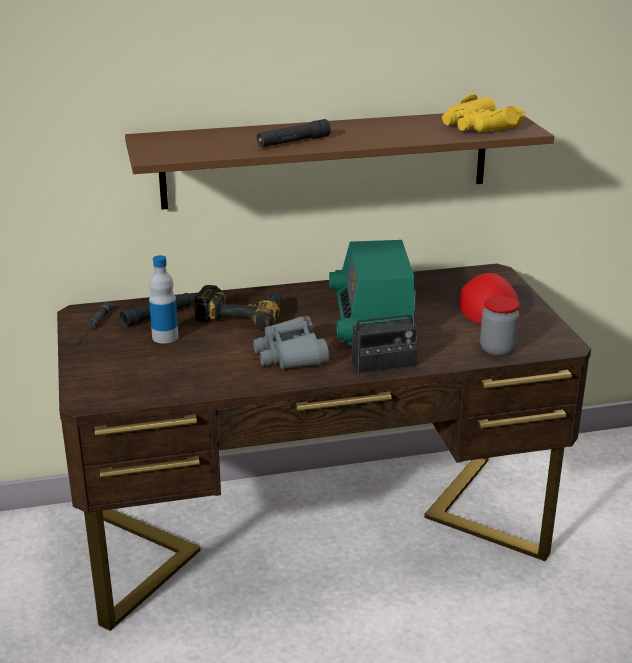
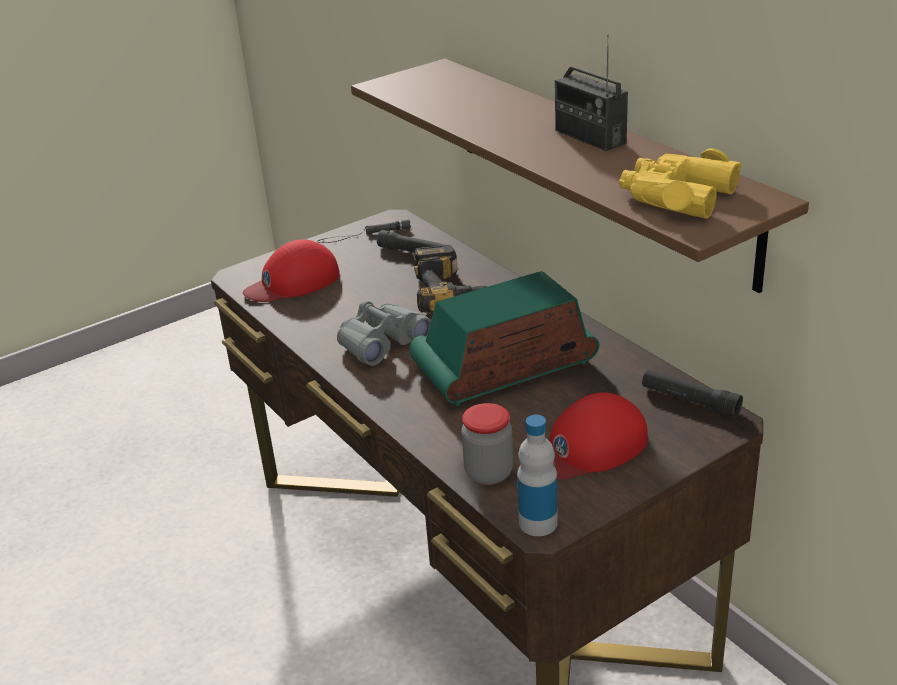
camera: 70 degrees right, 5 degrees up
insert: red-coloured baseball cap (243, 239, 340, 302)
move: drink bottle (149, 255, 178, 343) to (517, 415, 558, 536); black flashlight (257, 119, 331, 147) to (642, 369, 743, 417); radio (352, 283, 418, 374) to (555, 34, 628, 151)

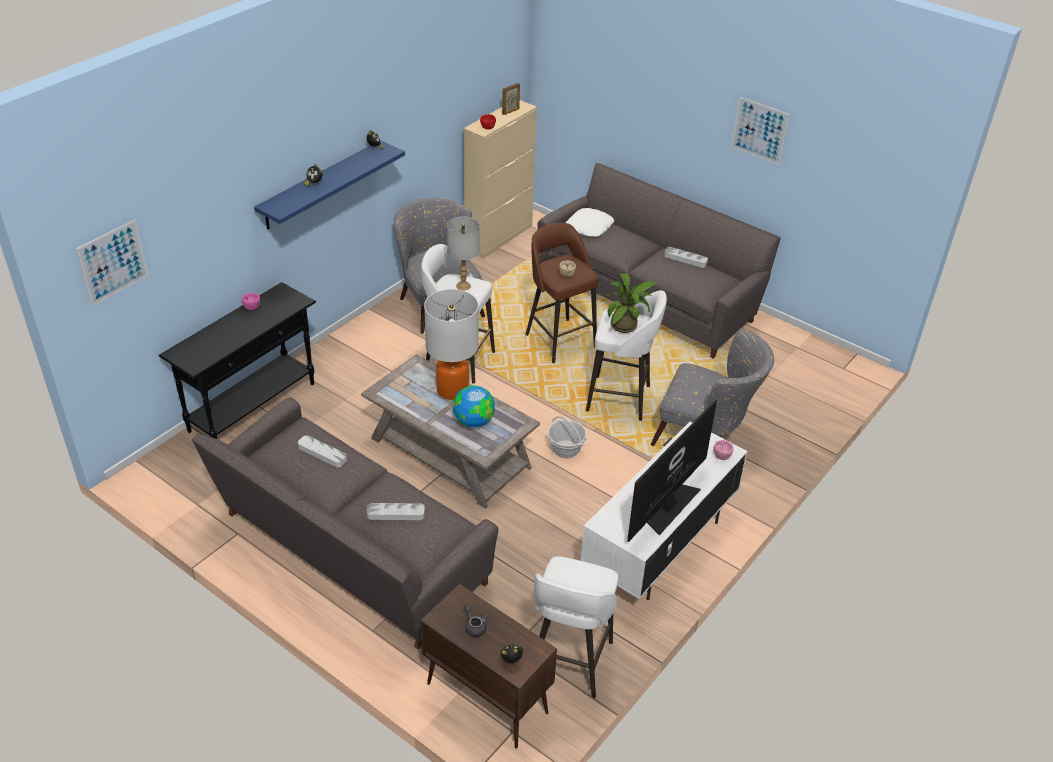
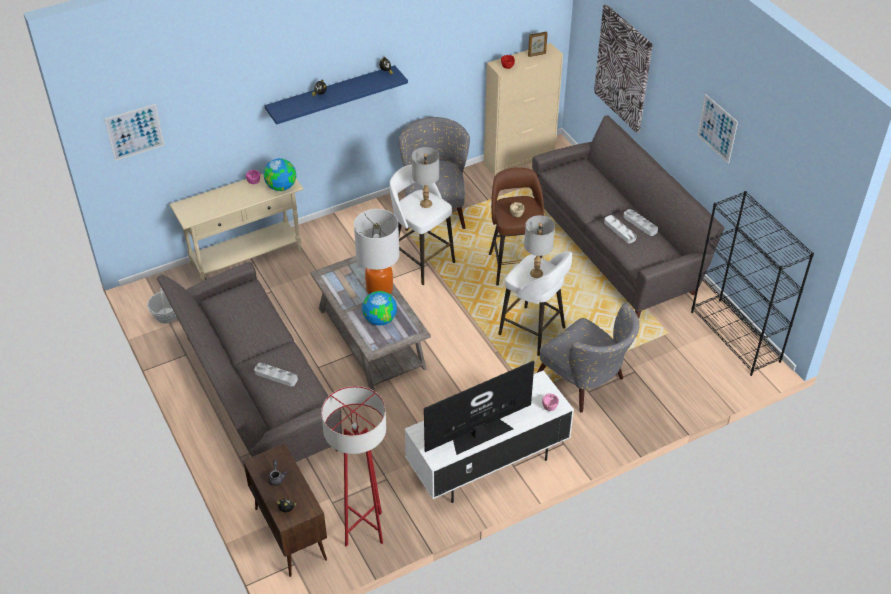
camera: 25 degrees right, 5 degrees up
delete: white-coloured throw pillow (566, 208, 614, 237)
insert: globe (263, 158, 296, 191); picture (594, 4, 653, 133); black bookcase (691, 191, 814, 376)
move: greyish serving tray (298, 435, 347, 468) to (604, 215, 637, 243); basket (547, 416, 587, 458) to (147, 288, 177, 323)
replace: white-coloured stool seat (534, 556, 618, 698) to red-coloured standing lamp (321, 386, 387, 546); potted plant (605, 273, 657, 333) to greyish table lamp (524, 215, 555, 278)
recolor: black console table (159, 282, 316, 439) to sand-coloured console table (169, 174, 303, 281)

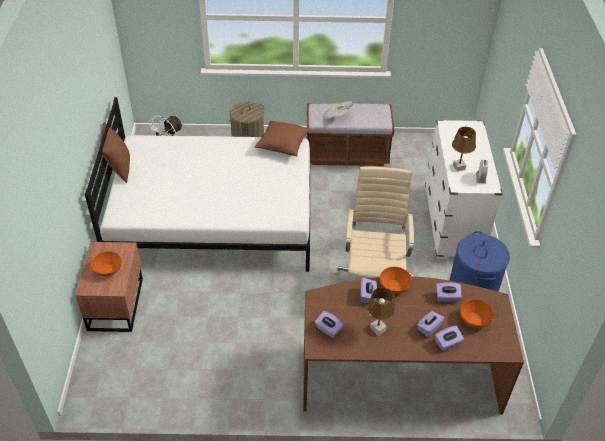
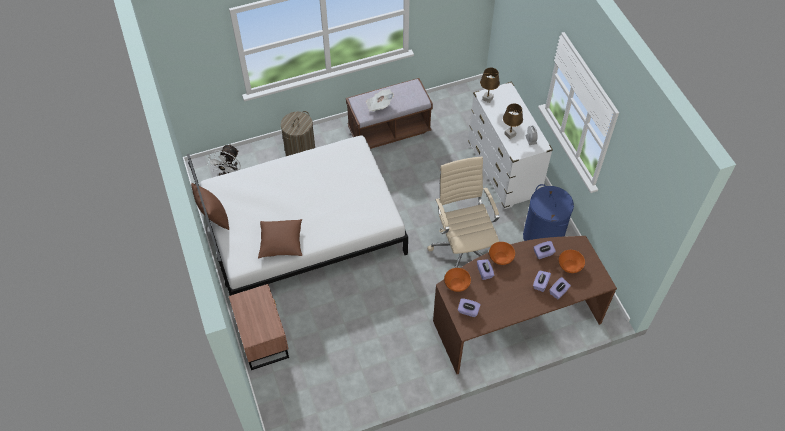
camera: 20 degrees left, 10 degrees up
move: orange bowl (91, 251, 121, 276) to (444, 268, 471, 292); brownish throw pillow (255, 121, 310, 156) to (258, 219, 302, 259); brownish table lamp (367, 287, 395, 336) to (480, 68, 500, 103)

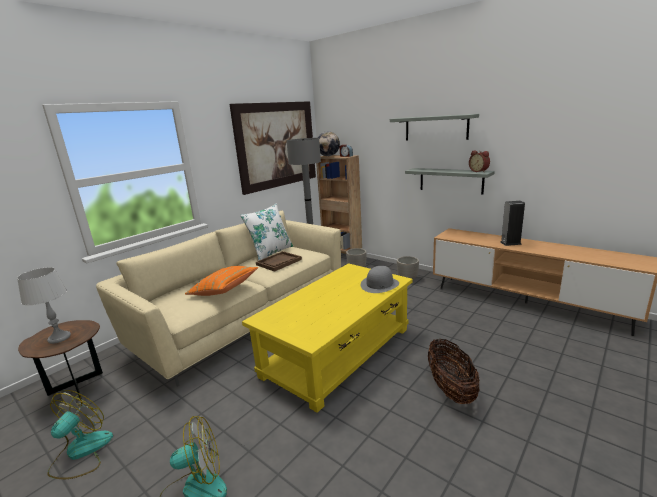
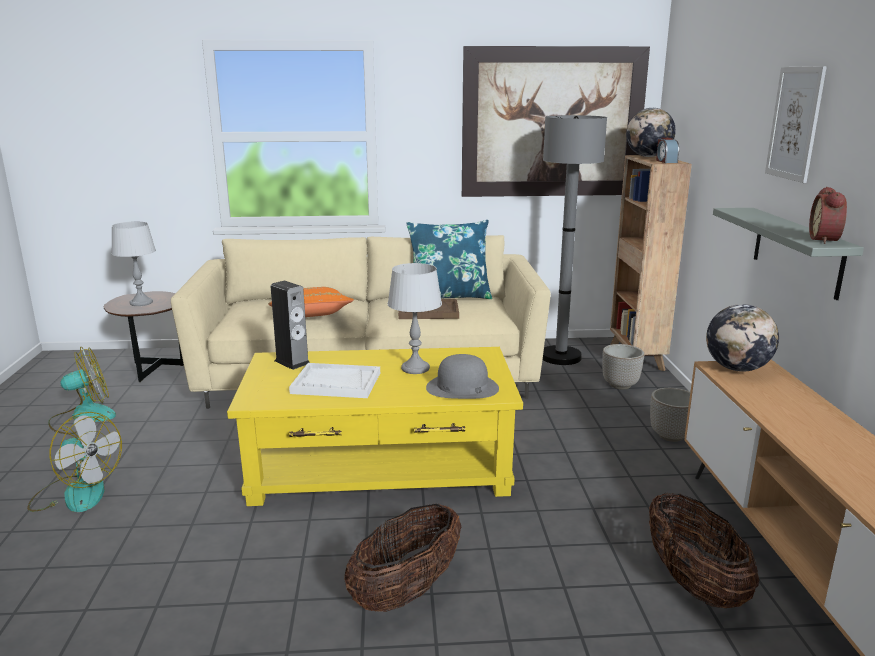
camera: 45 degrees right, 0 degrees up
insert: white-coloured serving tray (289, 363, 380, 398); greyish table lamp (388, 263, 442, 374); basket (649, 493, 759, 608); globe (706, 304, 779, 372)
move: loudspeaker (500, 201, 525, 246) to (271, 281, 310, 370)
replace: greyish wall shelf (390, 114, 479, 141) to picture (765, 66, 827, 183)
recolor: white-coloured throw pillow (240, 203, 293, 261) to blue-coloured throw pillow (407, 220, 492, 299)

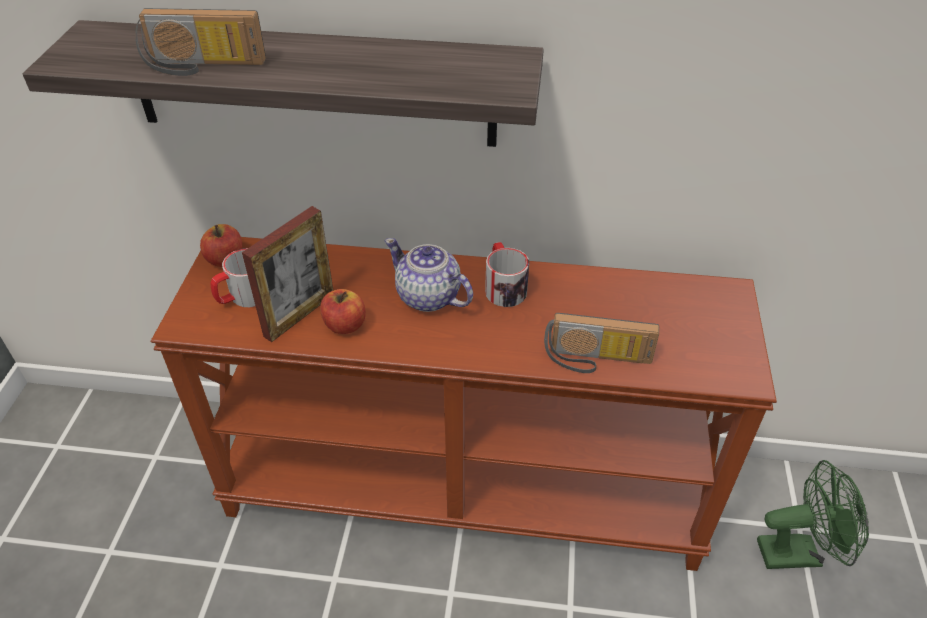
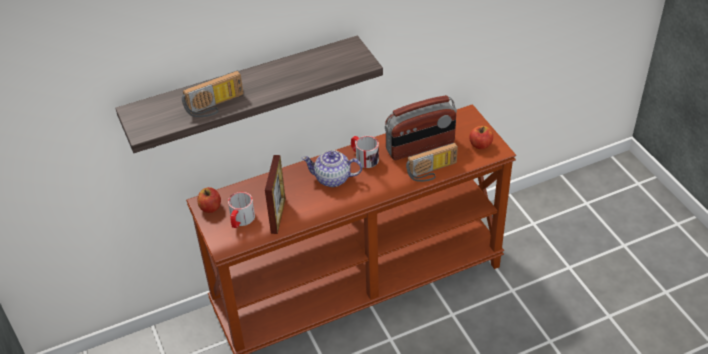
camera: 30 degrees left, 0 degrees up
delete: green-coloured electric fan (757, 460, 869, 569)
insert: radio (385, 95, 457, 160)
move: apple (320, 289, 366, 334) to (469, 126, 493, 149)

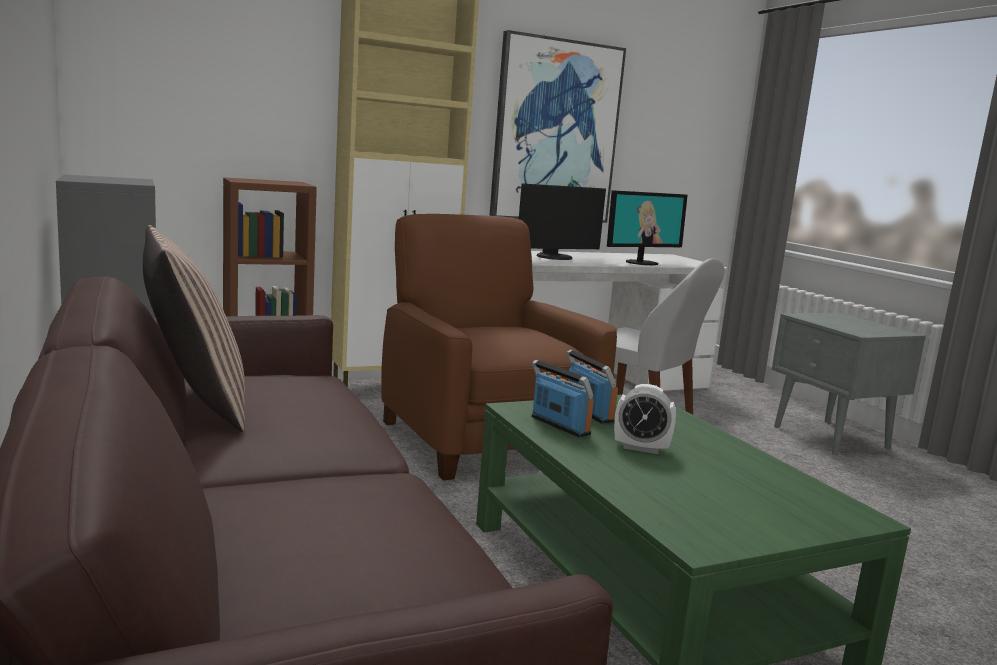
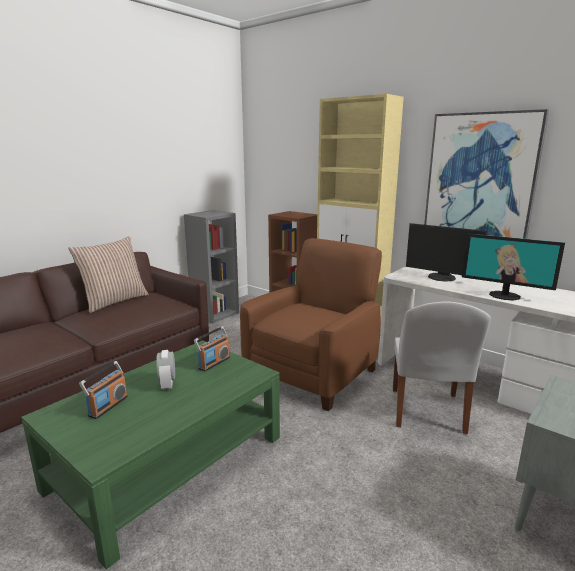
camera: 65 degrees right, 5 degrees up
move: radio (532, 359, 594, 438) to (79, 361, 128, 419)

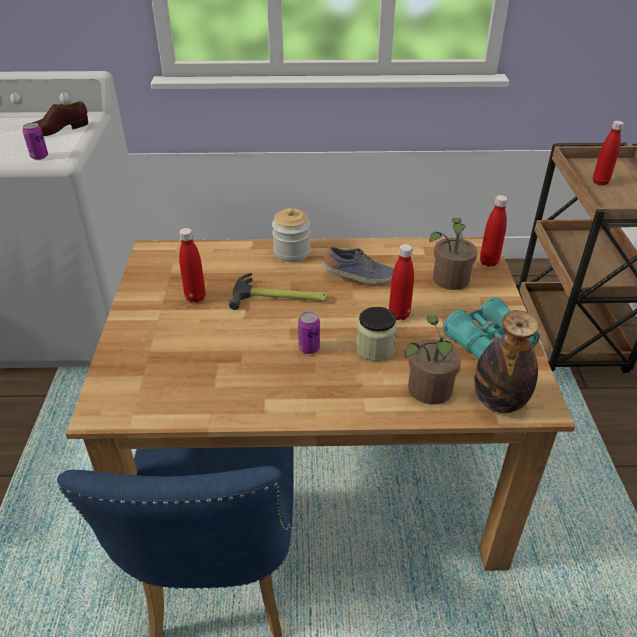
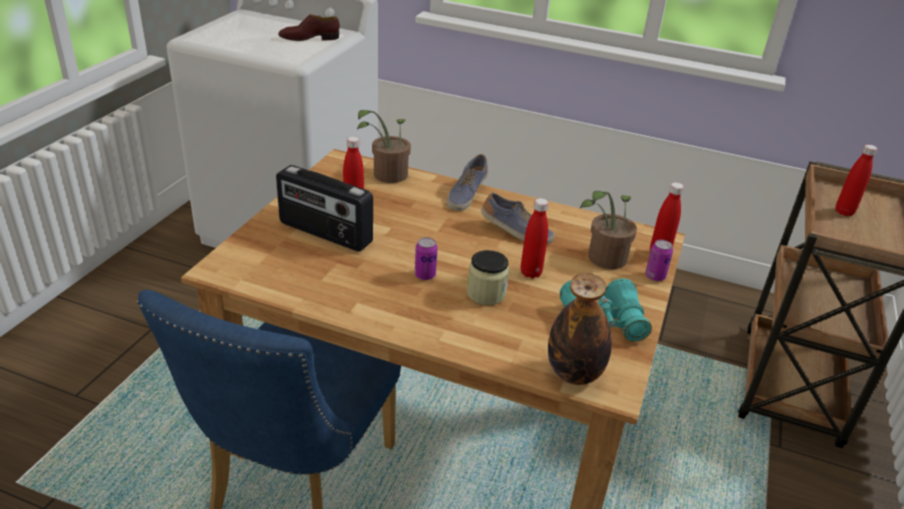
camera: 20 degrees right, 5 degrees down
delete: hand hammer (229, 273, 328, 310)
insert: radio (276, 165, 373, 252)
move: can (23, 123, 48, 160) to (645, 240, 673, 281); potted plant (405, 315, 462, 404) to (357, 110, 411, 183)
replace: storage jar (272, 208, 310, 262) to shoe (447, 154, 488, 211)

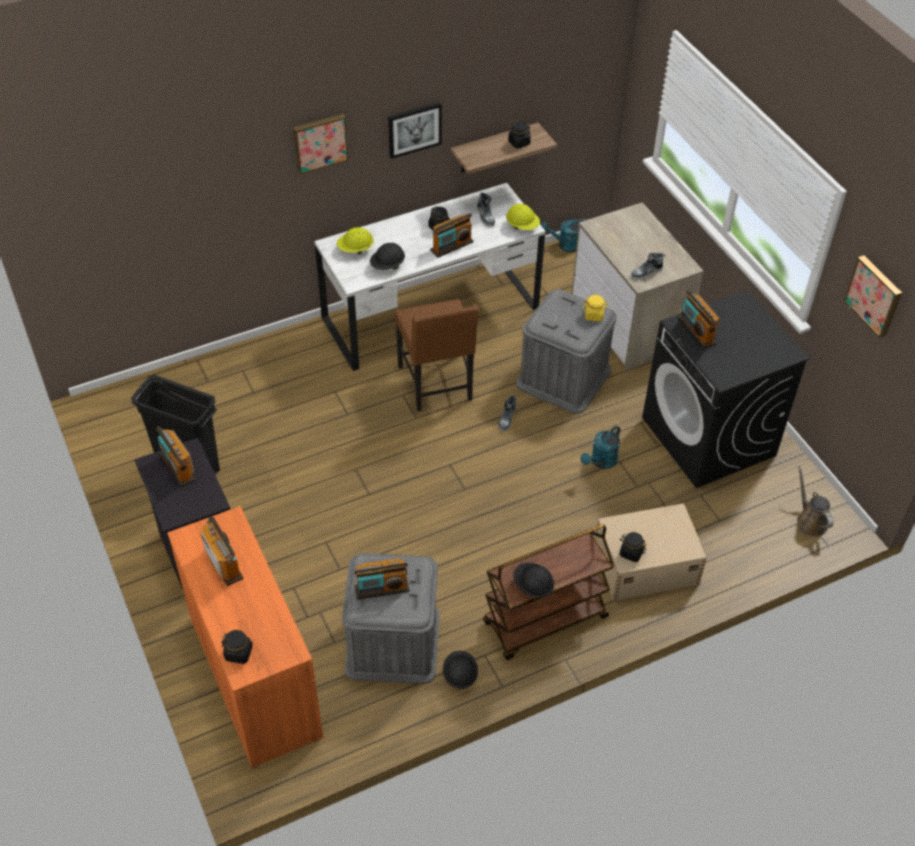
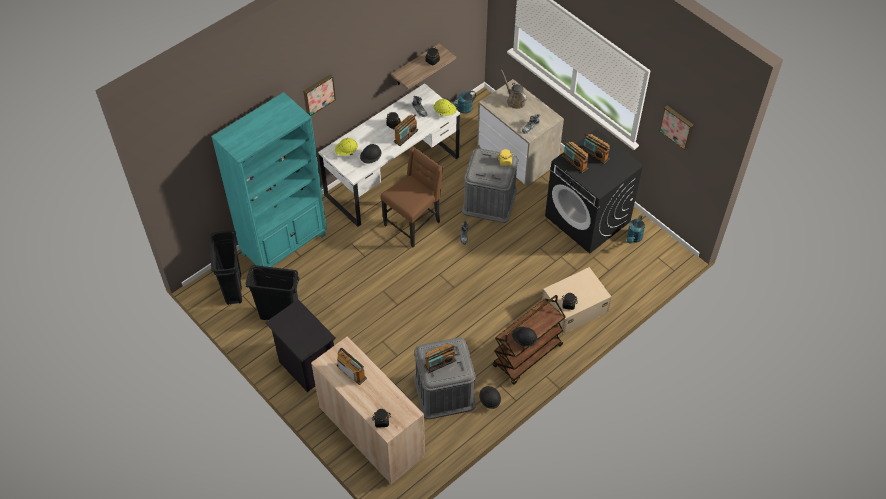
camera: 15 degrees left, 5 degrees up
delete: picture (388, 102, 442, 159)
insert: black waste bin (210, 230, 242, 305); turquoise bookcase (211, 92, 327, 267)
move: radio (156, 427, 196, 487) to (582, 134, 610, 164); turquoise watering pot (581, 426, 620, 469) to (627, 215, 645, 244); brownish watering pot (797, 465, 834, 537) to (501, 70, 527, 109)
recolor: orange cupboard (167, 506, 323, 768) to sand-coloured cupboard (311, 336, 425, 484)
rotate: brownish chair (395, 299, 479, 411) = (381, 147, 443, 247) 105 degrees counterclockwise

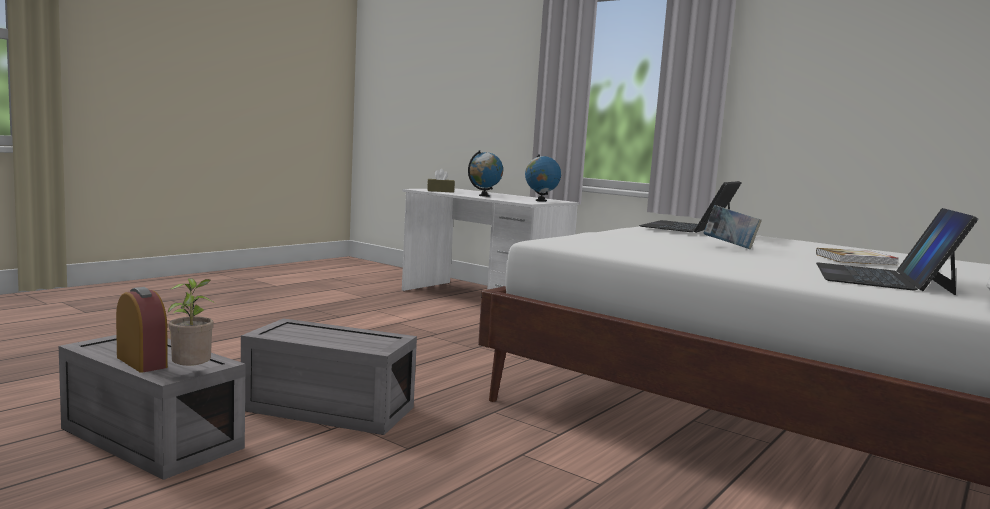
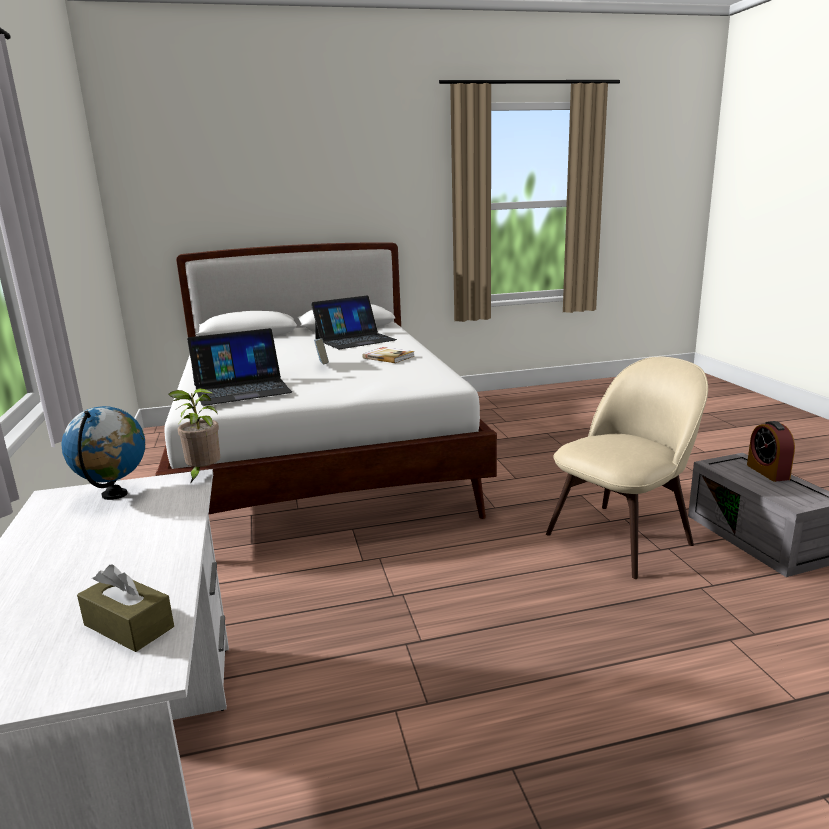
camera: 140 degrees left, 10 degrees up
delete: globe (468, 150, 503, 197)
move: potted plant (168, 278, 215, 366) to (168, 388, 220, 484); bound book (816, 248, 898, 265) to (362, 347, 414, 363)
replace: greyish storage bin (241, 318, 417, 435) to sand-coloured chair (546, 357, 708, 579)

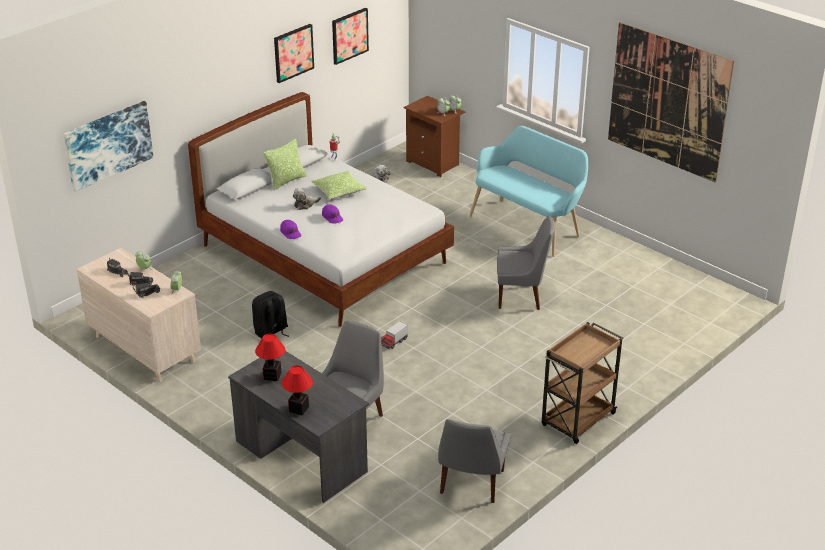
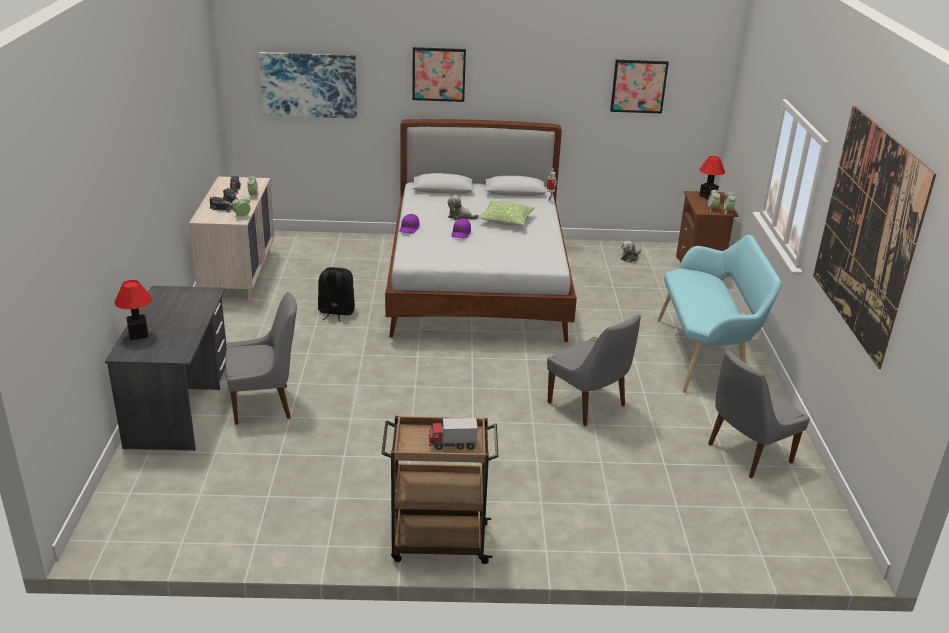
camera: 45 degrees right, 5 degrees down
delete: throw pillow (263, 139, 307, 190)
move: table lamp (255, 334, 285, 381) to (699, 156, 725, 199); picture (274, 24, 314, 83) to (412, 47, 466, 102); toy truck (381, 321, 408, 349) to (429, 418, 478, 450); greyish chair (438, 419, 511, 503) to (708, 350, 810, 479)

